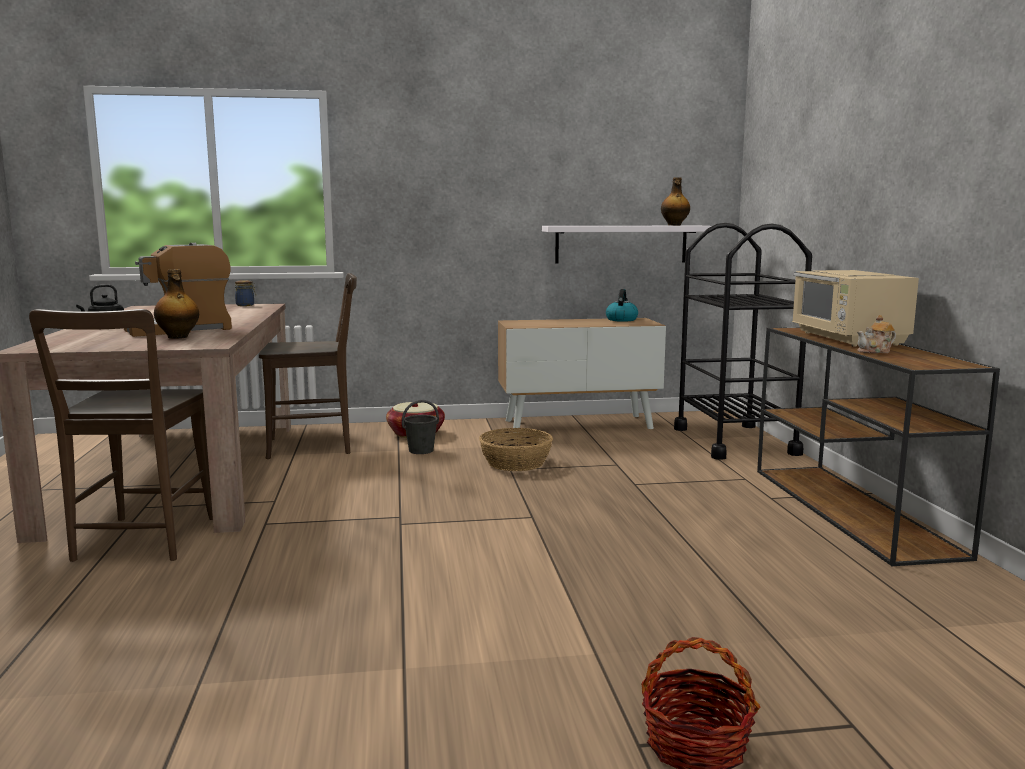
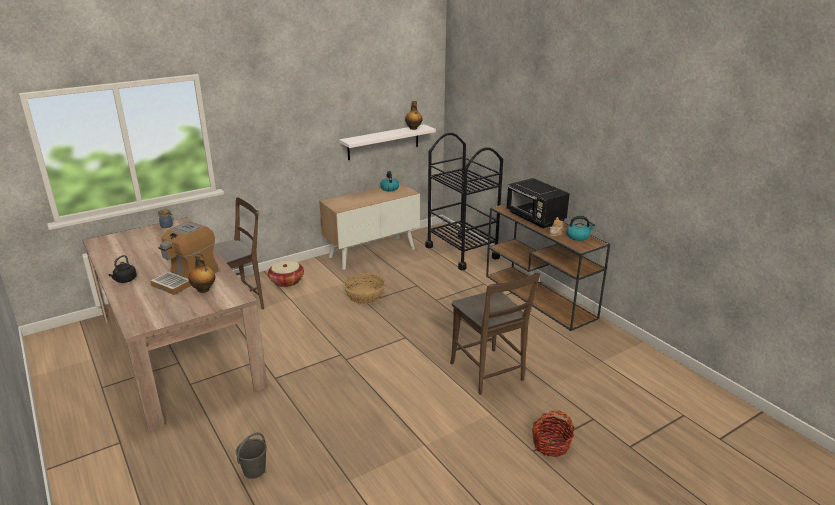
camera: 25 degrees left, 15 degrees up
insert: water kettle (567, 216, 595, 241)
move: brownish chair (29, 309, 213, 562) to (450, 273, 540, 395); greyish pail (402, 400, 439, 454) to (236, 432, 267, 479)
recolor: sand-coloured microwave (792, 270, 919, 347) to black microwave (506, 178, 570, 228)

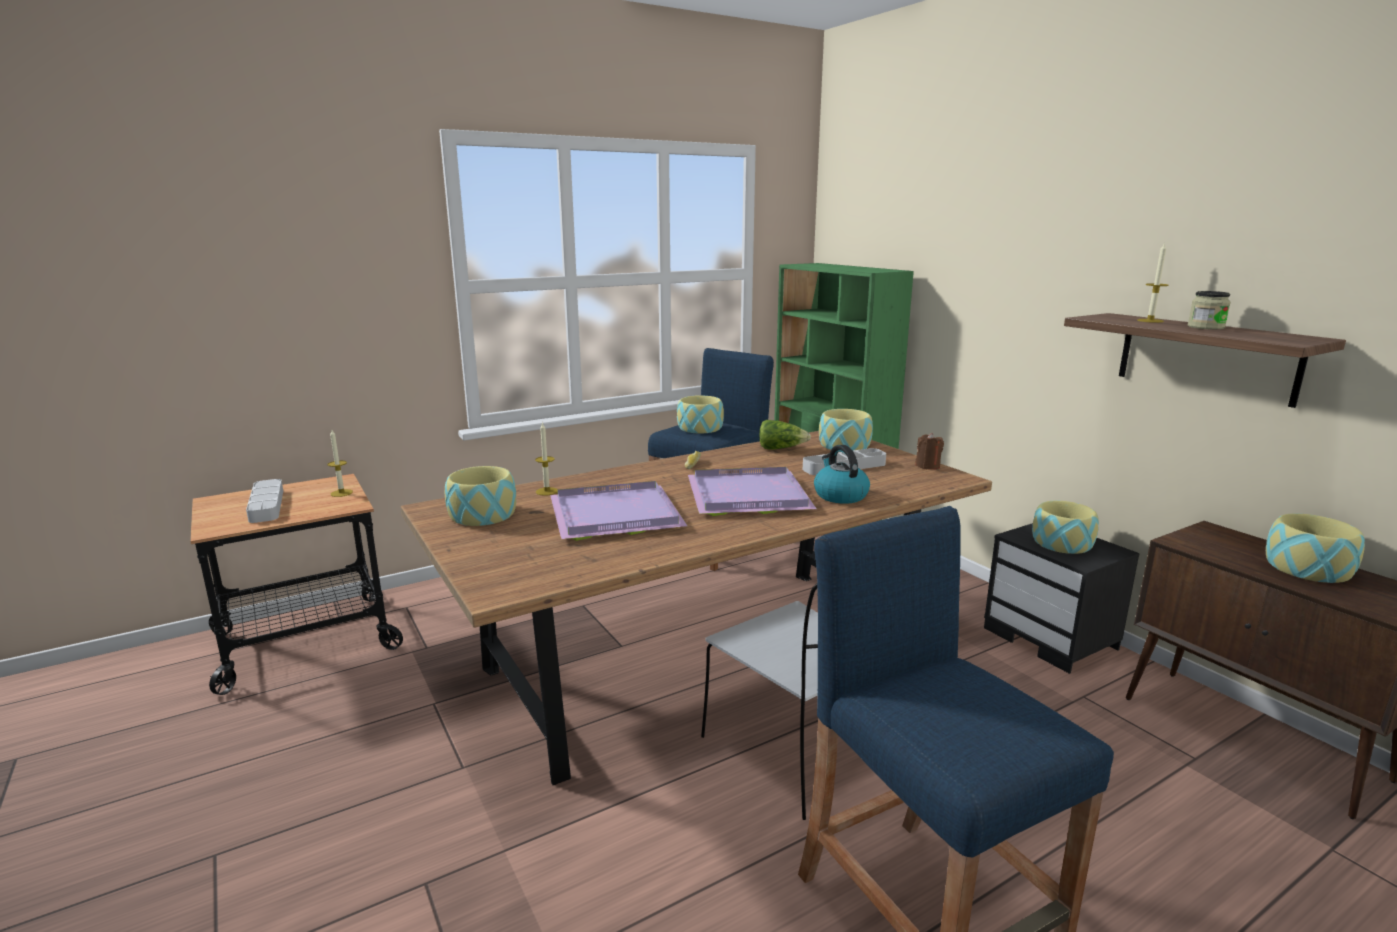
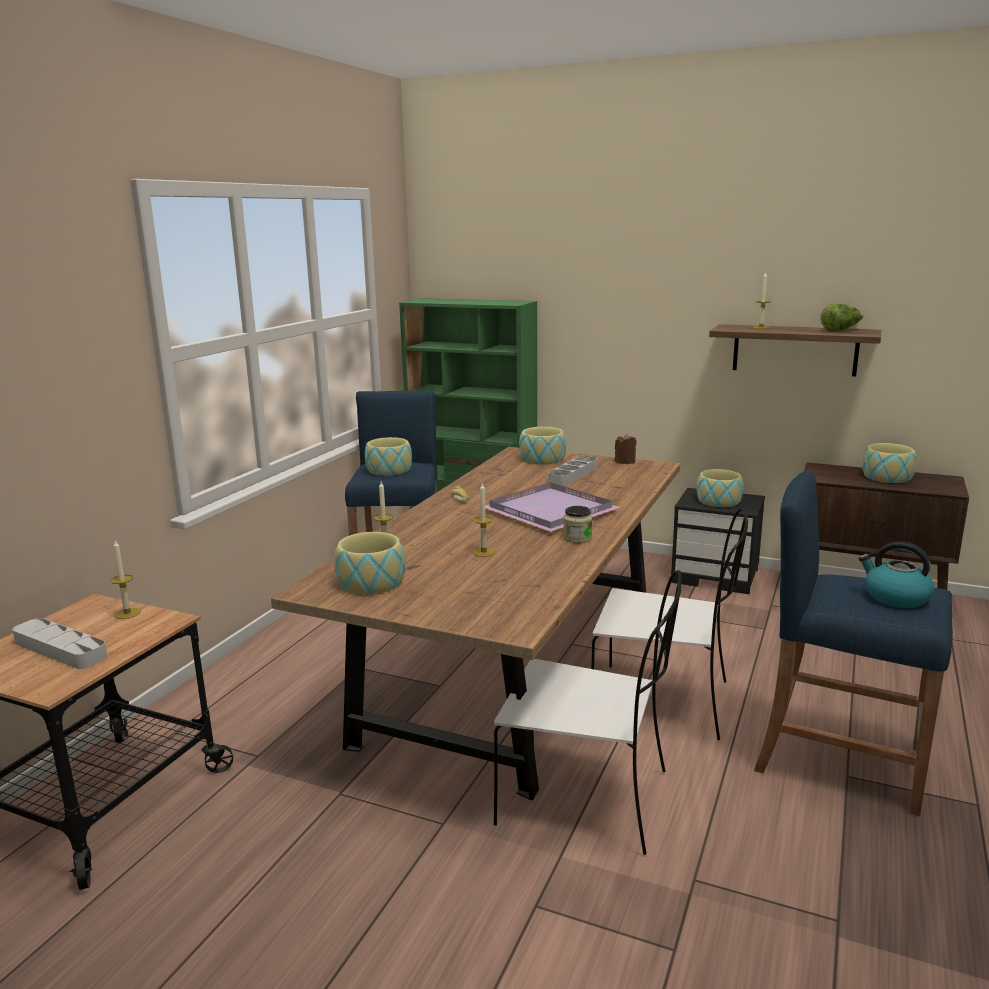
camera: 35 degrees left, 0 degrees up
insert: white-coloured chair (494, 570, 682, 855)
move: lettuce head (759, 420, 811, 450) to (821, 304, 863, 331); water kettle (814, 445, 870, 504) to (859, 541, 934, 608); storage jar (1188, 291, 1231, 329) to (563, 506, 592, 543)
replace: purple-coloured serving tray (550, 481, 688, 541) to candle (473, 483, 495, 557)

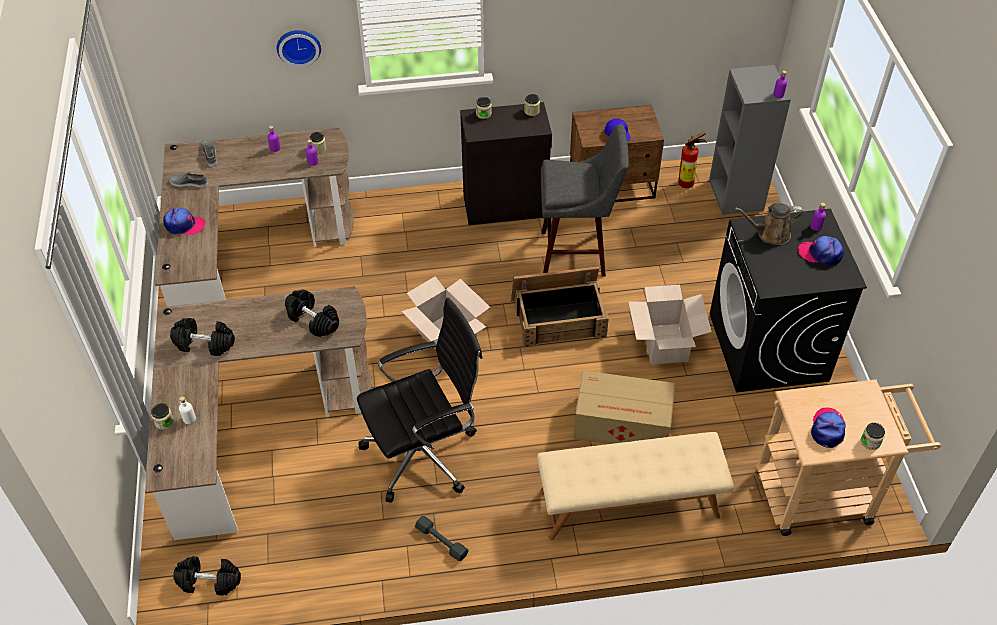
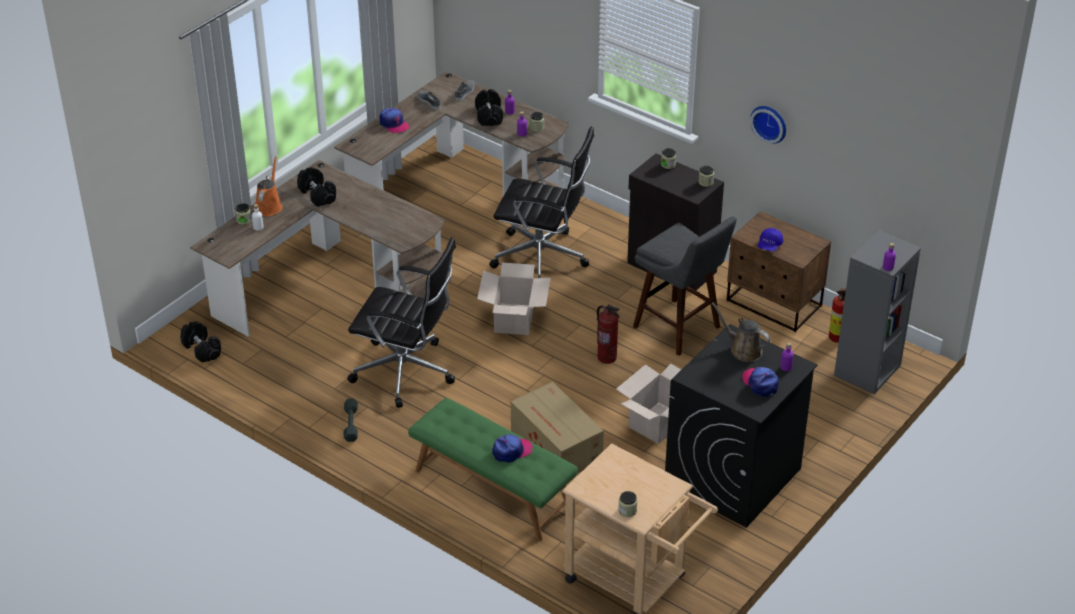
camera: 45 degrees right, 10 degrees down
insert: orange watering pot (256, 156, 282, 216); black office chair (489, 127, 594, 278)
move: hanging clock (277, 30, 321, 67) to (750, 106, 786, 144); black free weight (285, 290, 339, 337) to (475, 89, 503, 126); baseball cap (811, 408, 845, 448) to (492, 434, 533, 463)
replace: shipping crate (511, 266, 609, 347) to extinguisher (597, 304, 620, 364)
recolor: sand-coloured bench (537, 432, 734, 540) to green-coloured bench (408, 398, 578, 541)

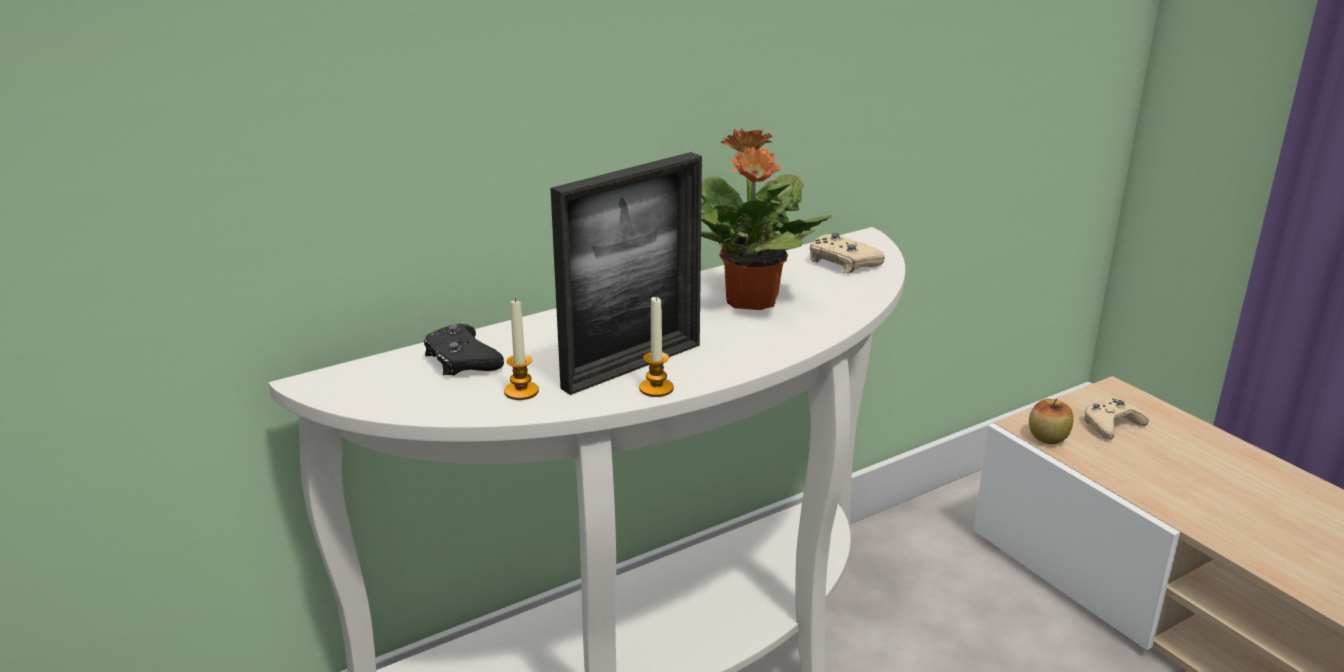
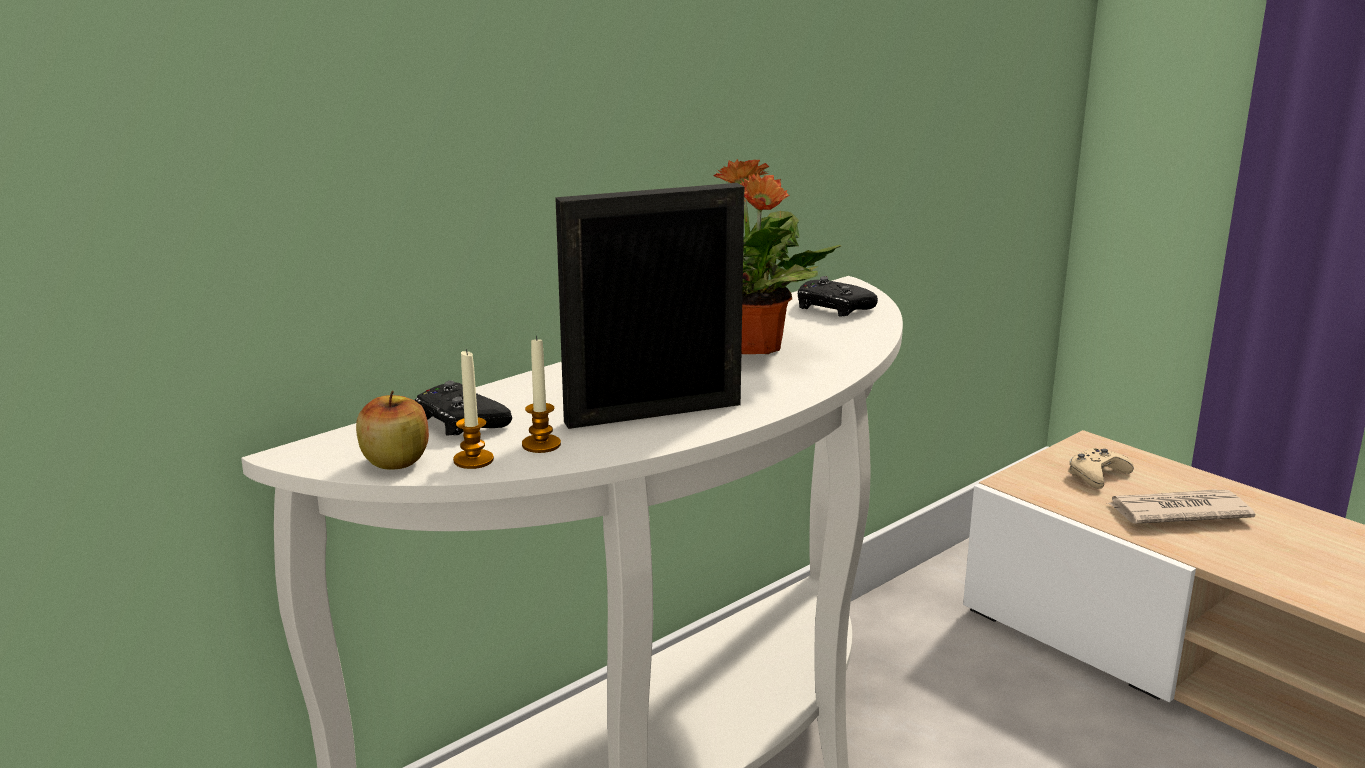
camera: 10 degrees left, 5 degrees down
insert: printed paper (1106, 489, 1255, 524)
move: candle (639, 297, 674, 397) to (453, 349, 494, 469); apple (1029, 398, 1074, 444) to (356, 391, 429, 470)
recolor: sand-coloured joypad (810, 233, 885, 273) to black joypad (798, 276, 878, 317)
rotate: photo frame (550, 152, 702, 395) = (555, 183, 744, 429) 150 degrees counterclockwise

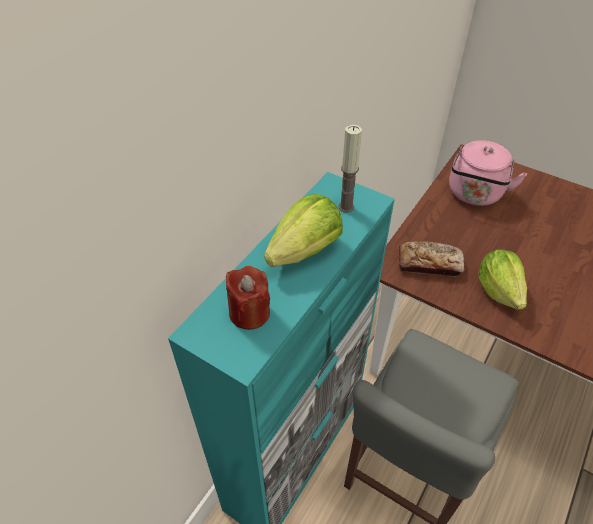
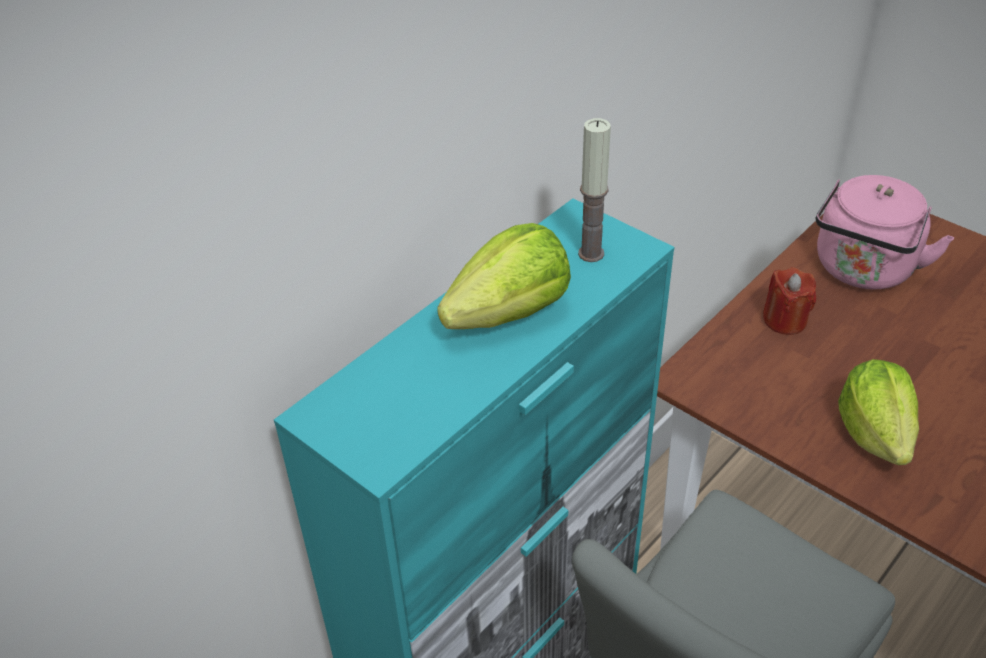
camera: 10 degrees right, 5 degrees down
delete: baked bread (398, 241, 464, 277)
move: red-coloured candle (226, 266, 270, 330) to (763, 267, 816, 335)

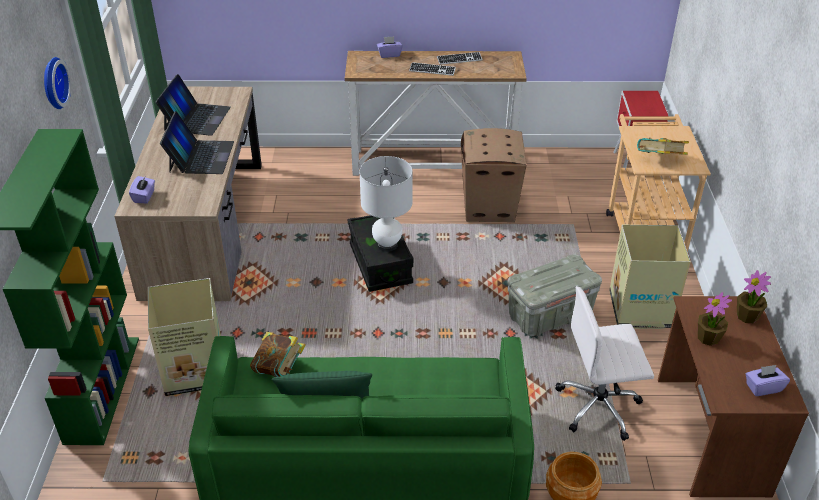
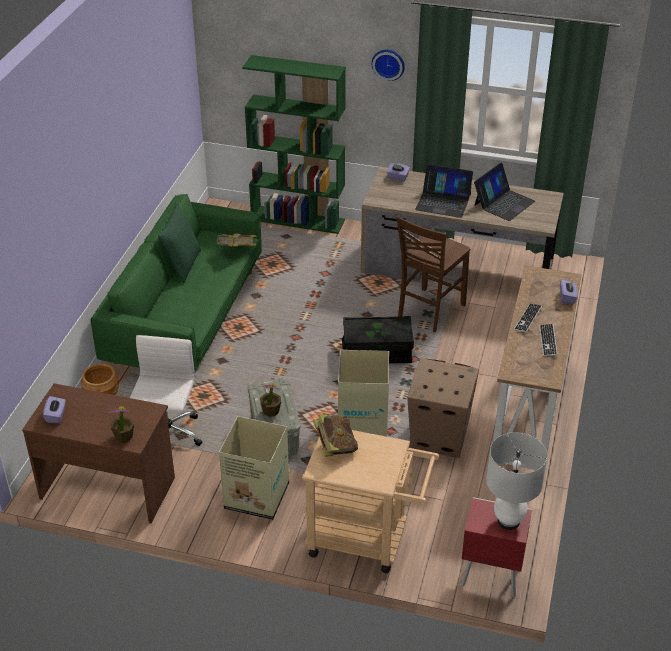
camera: 105 degrees right, 0 degrees up
insert: brownish chair (396, 216, 471, 332)
move: carton (148, 278, 221, 396) to (338, 350, 389, 437); white-coloured table lamp (359, 156, 412, 252) to (486, 432, 547, 530); potted plant (698, 292, 732, 346) to (260, 383, 281, 417)
rotate: laptop (155, 74, 231, 136) = (474, 163, 535, 221) 75 degrees counterclockwise

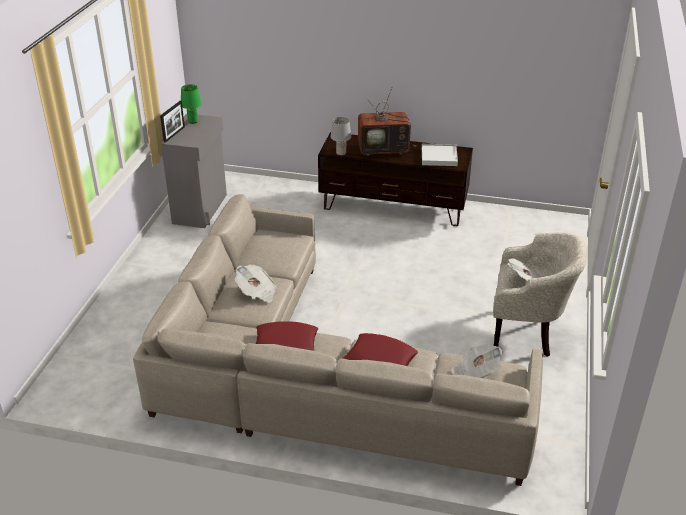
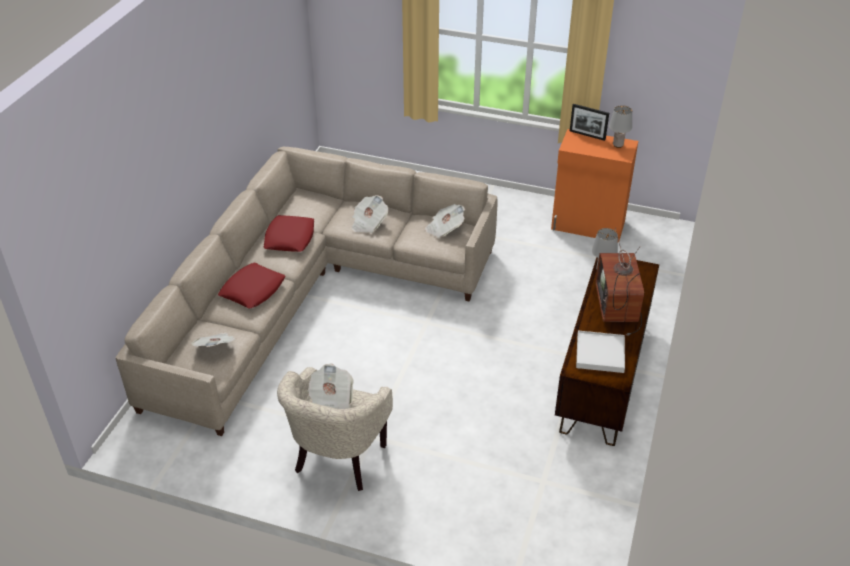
camera: 95 degrees right, 5 degrees up
insert: printed paper (425, 204, 465, 238)
recolor: greyish cupboard (161, 114, 227, 228) to orange cupboard (551, 129, 638, 243); green-coloured table lamp (181, 84, 202, 124) to greyish table lamp (609, 105, 632, 148)

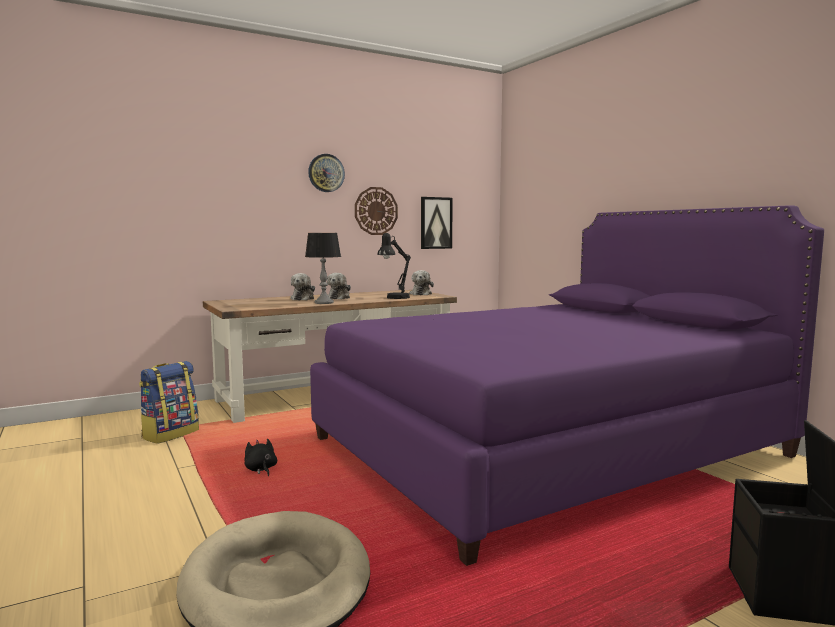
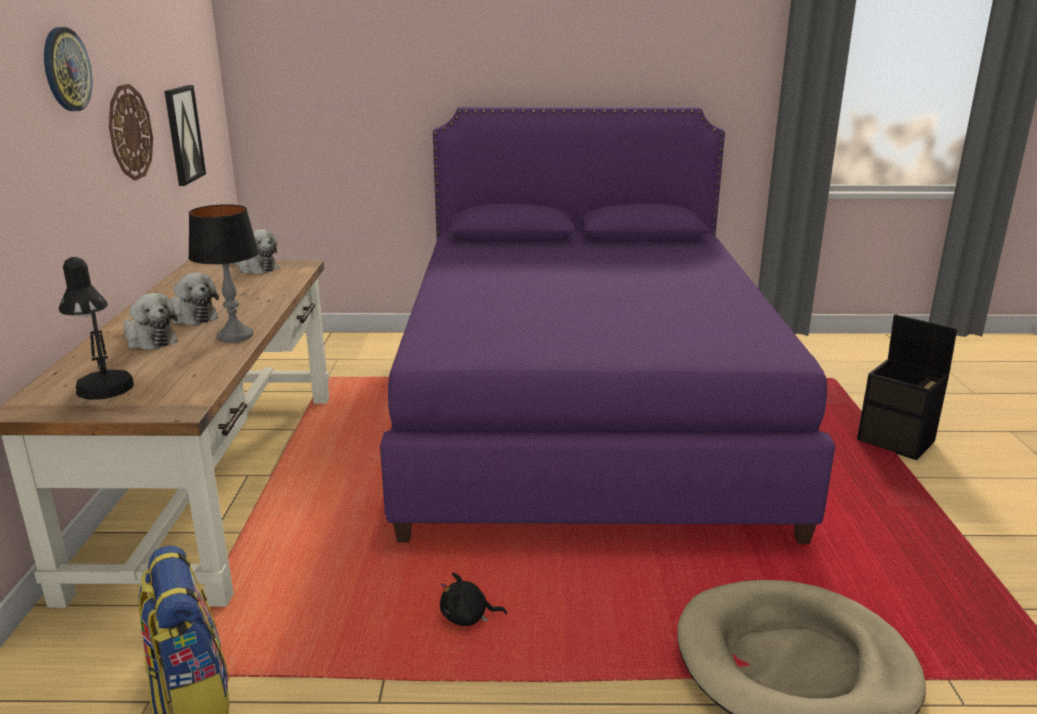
camera: 60 degrees left, 15 degrees up
move: black table lamp (377, 233, 411, 299) to (59, 257, 134, 400)

